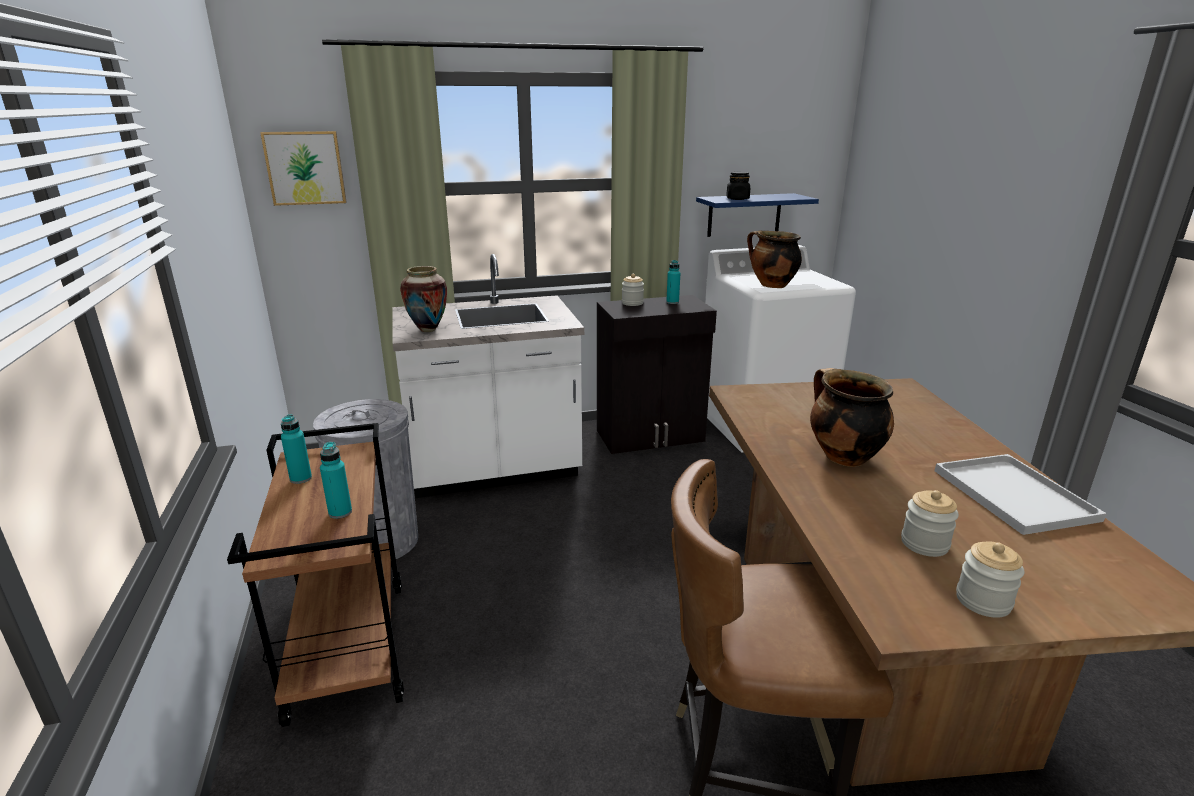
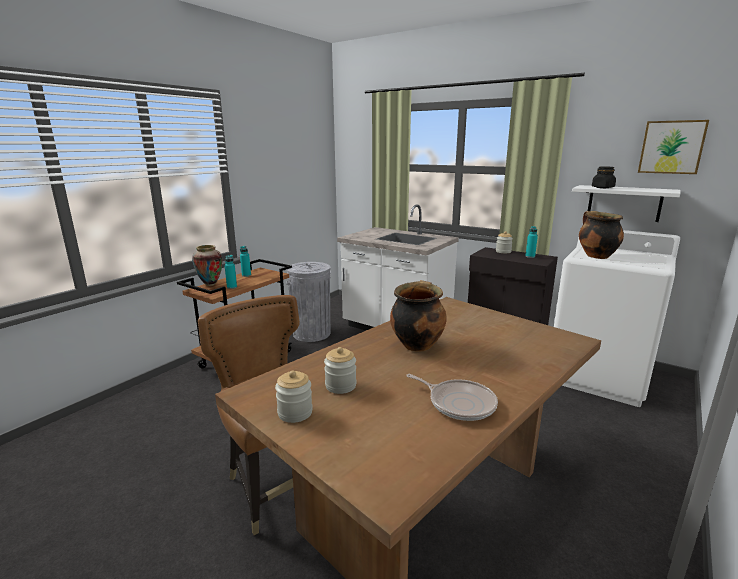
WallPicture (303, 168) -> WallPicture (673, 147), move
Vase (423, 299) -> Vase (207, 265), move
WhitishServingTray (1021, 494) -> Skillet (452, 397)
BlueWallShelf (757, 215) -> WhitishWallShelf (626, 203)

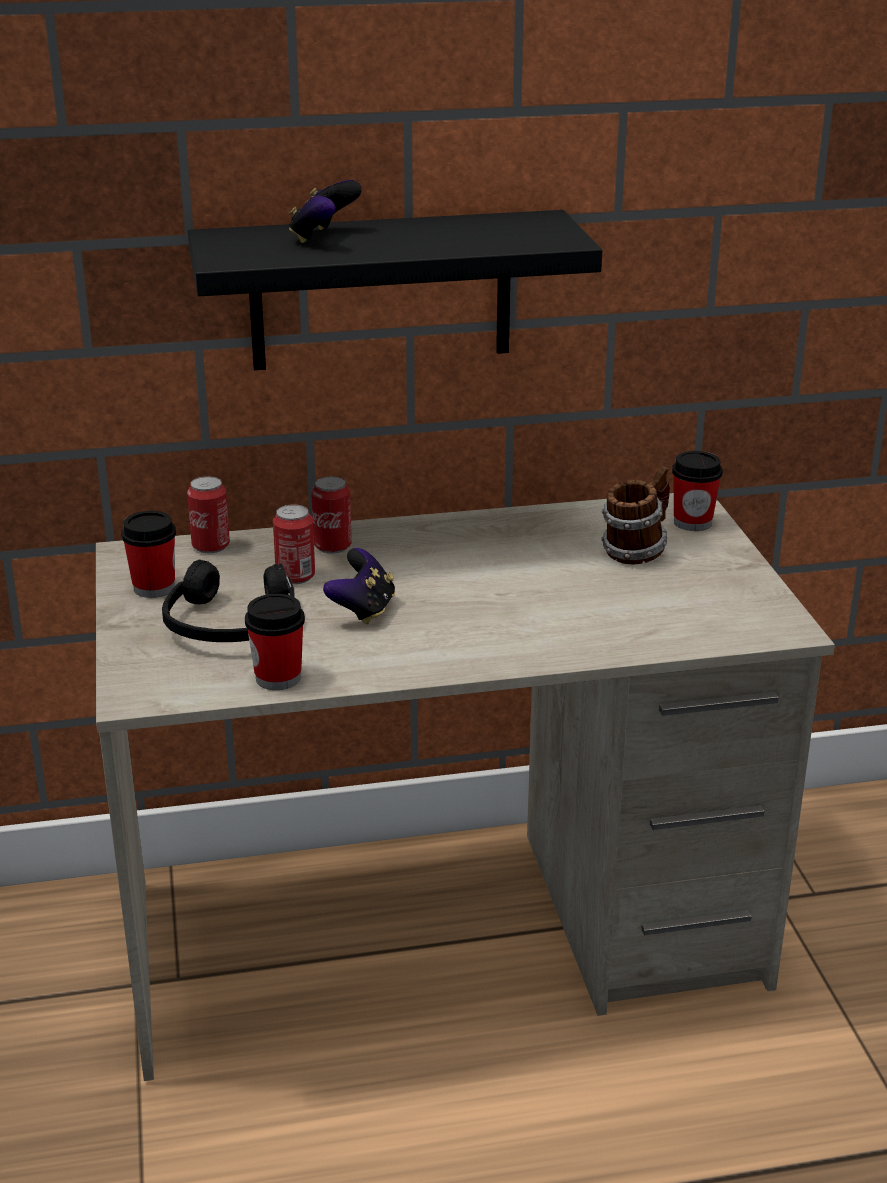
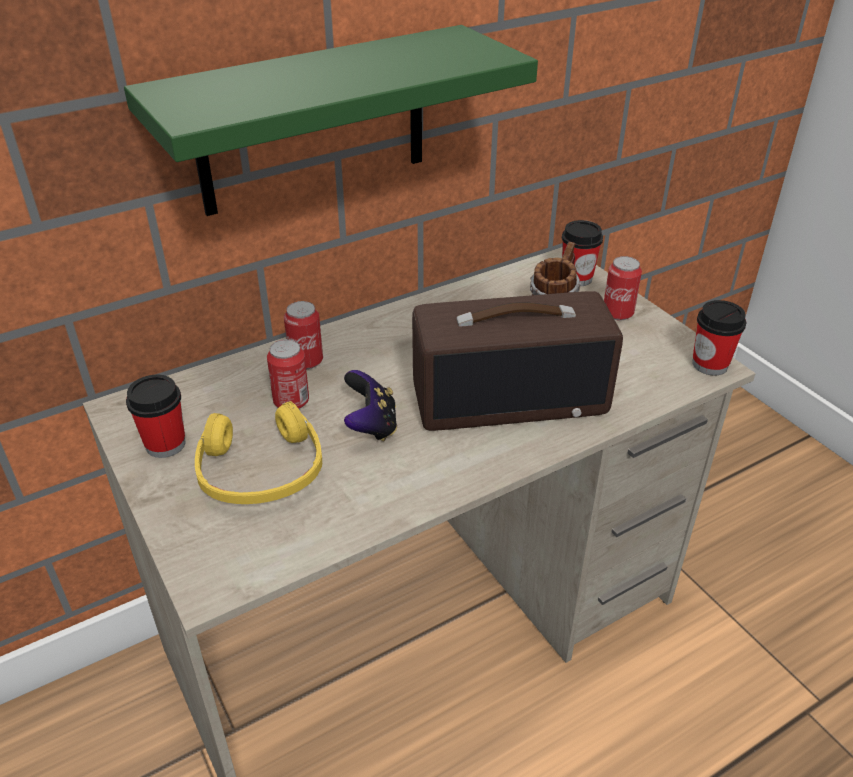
GameController (325, 211) -> none
none -> RadioSet (517, 361)
Can (208, 514) -> Can (623, 288), move
DrinkingCup (275, 642) -> DrinkingCup (719, 337), move
BlackHeadset (228, 600) -> YellowHeadset (258, 452)
BlackWallShelf (395, 290) -> GreenWallShelf (331, 120)

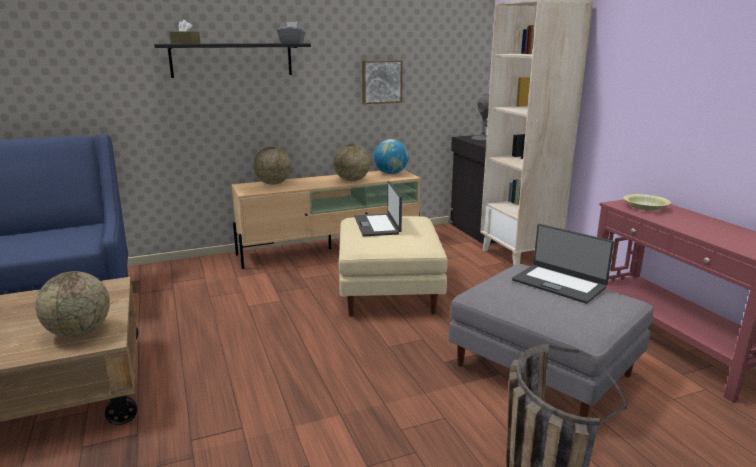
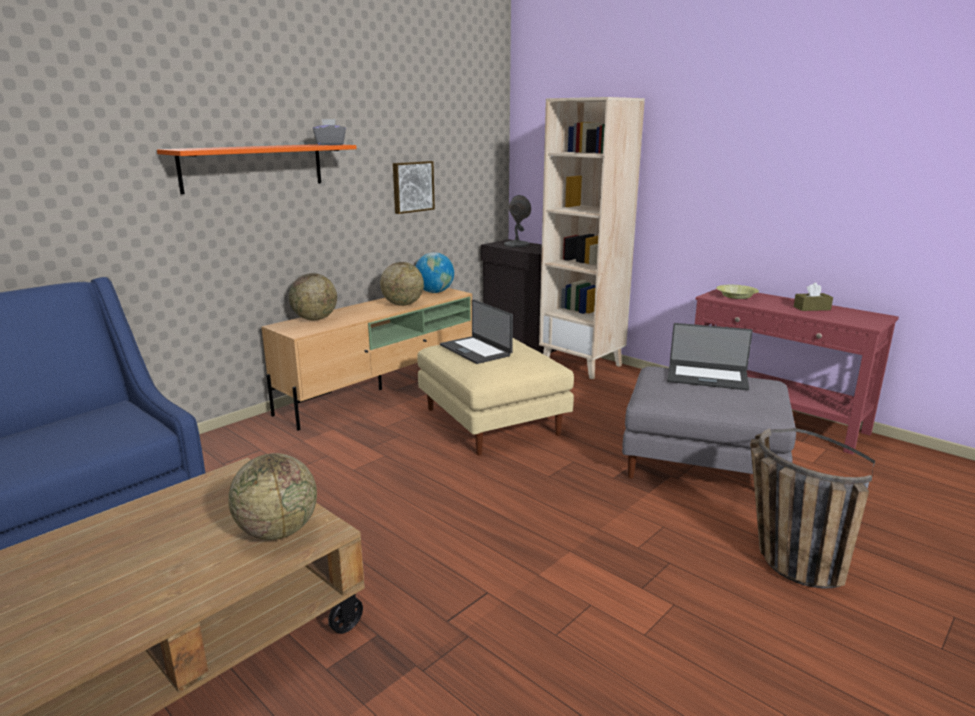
BrownTissueHolder (185, 32) -> BrownTissueHolder (813, 297), move
BlackWallShelf (232, 60) -> OrangeWallShelf (257, 169)

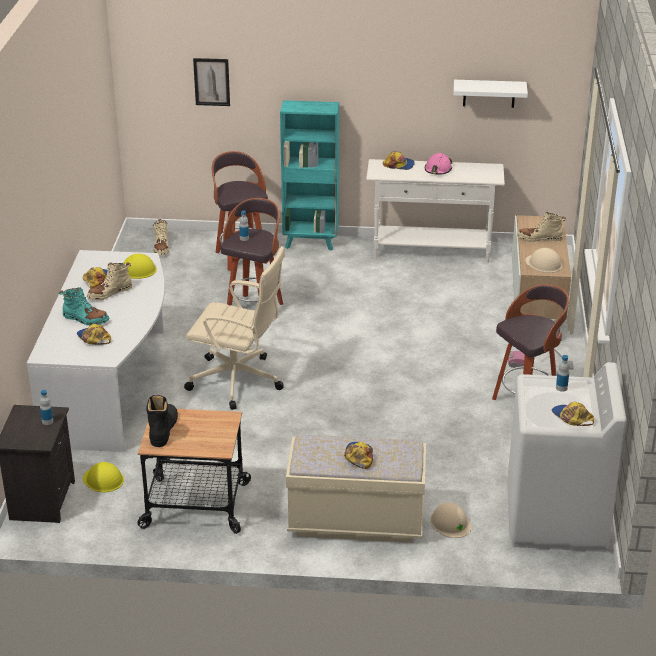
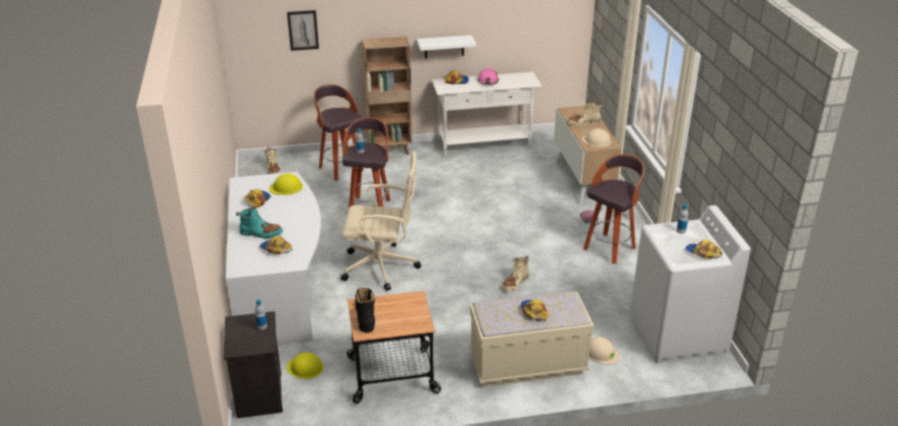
SandColouredBoot (109, 281) -> SandColouredBoot (515, 273), move
WhitishWallShelf (491, 94) -> WhitishWallShelf (446, 47), move
BlueGreenBookcase (309, 175) -> BrownBookcase (387, 95)

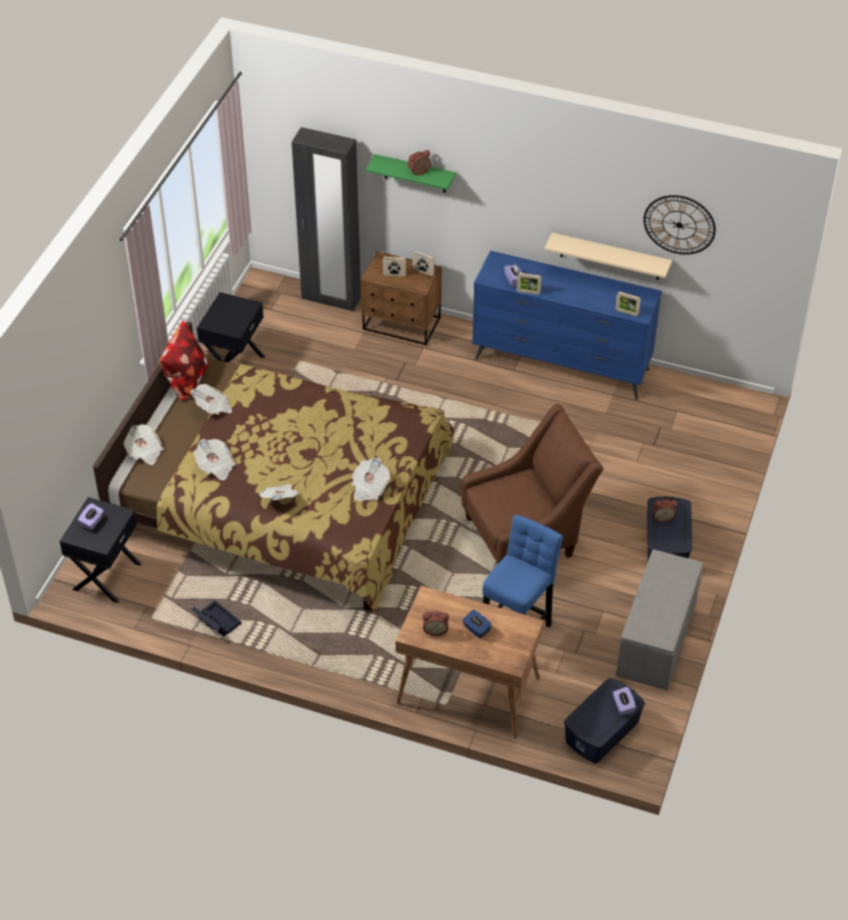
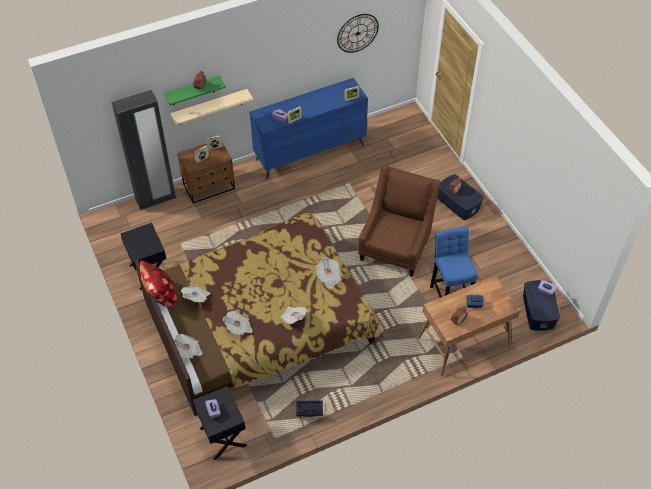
GrayIndoorBench (659, 620) -> none
SandColouredWallShelf (608, 256) -> SandColouredWallShelf (212, 107), move

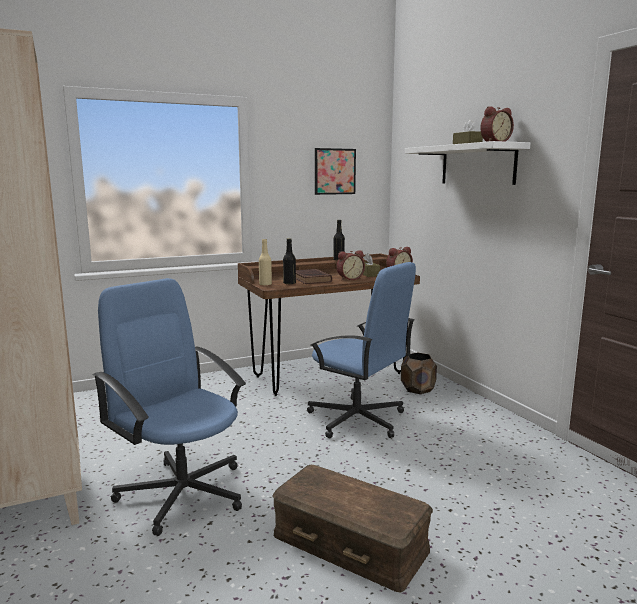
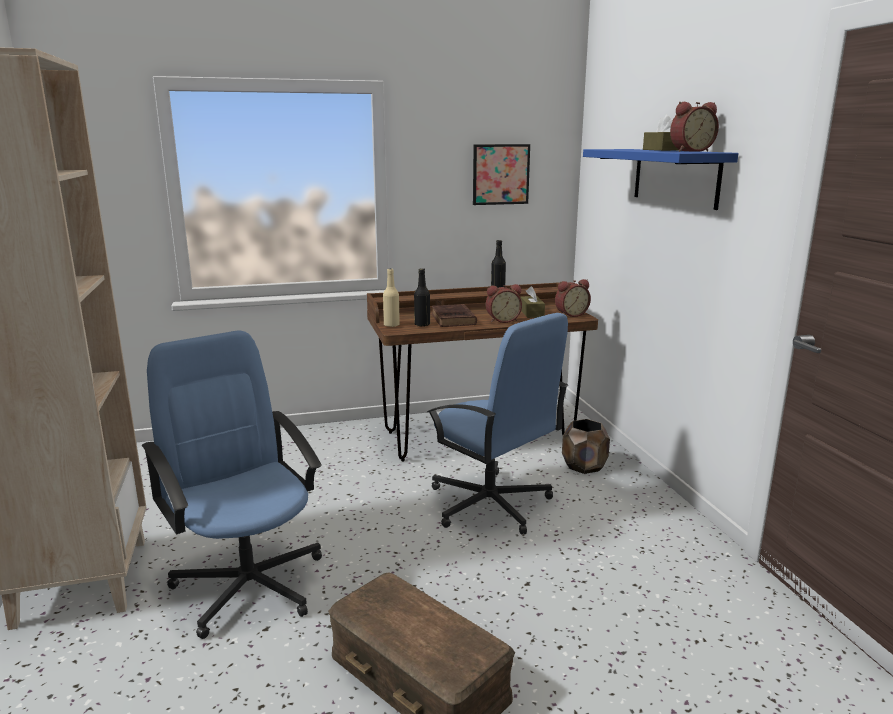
WhitishWallShelf (467, 163) -> BlueWallShelf (660, 179)

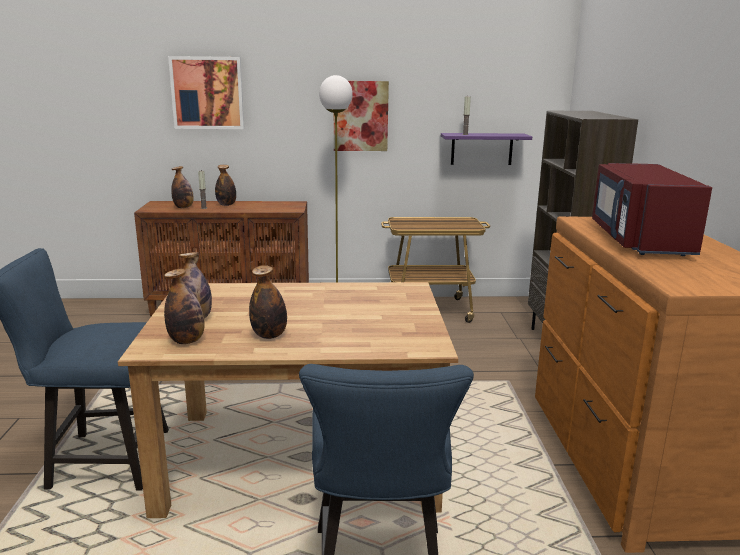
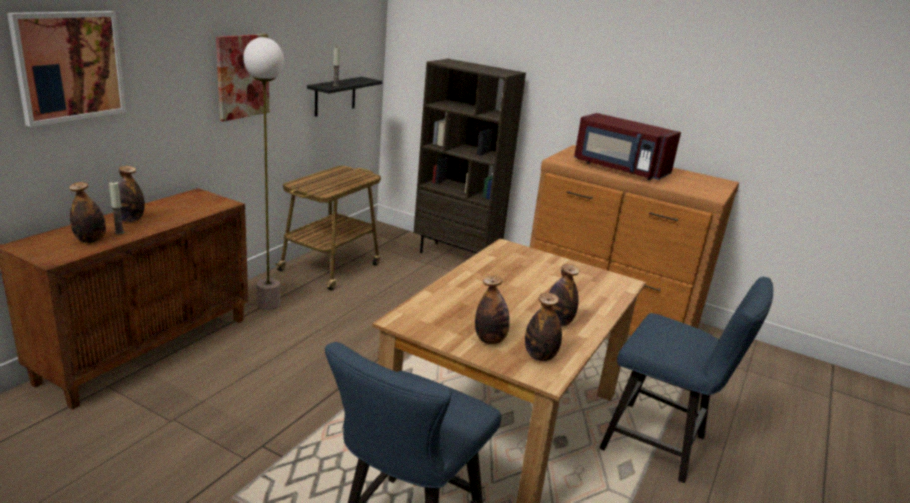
PurplishWallShelf (486, 149) -> BlackWallShelf (344, 97)

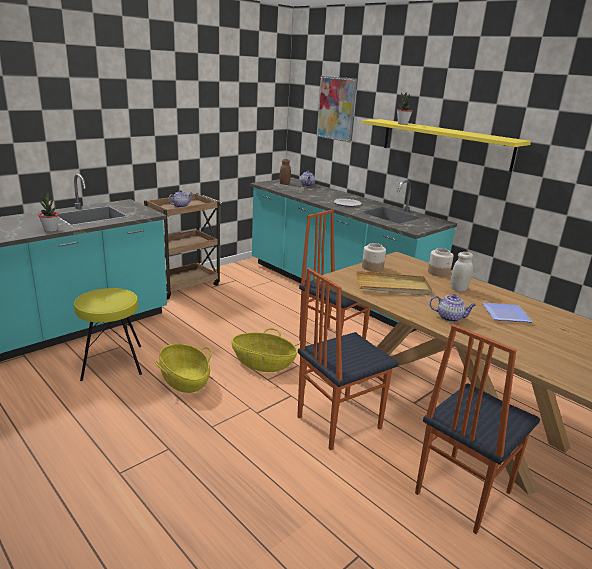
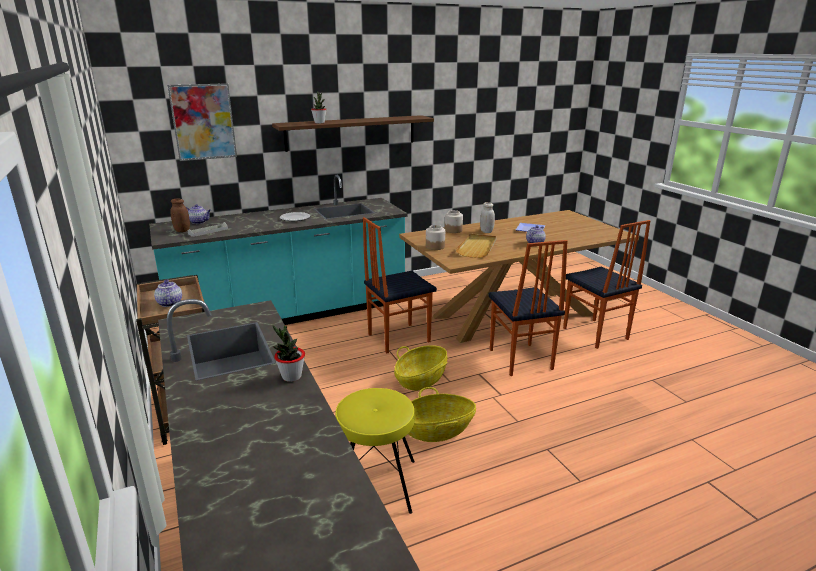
YellowWallShelf (446, 145) -> BrownWallShelf (353, 133)

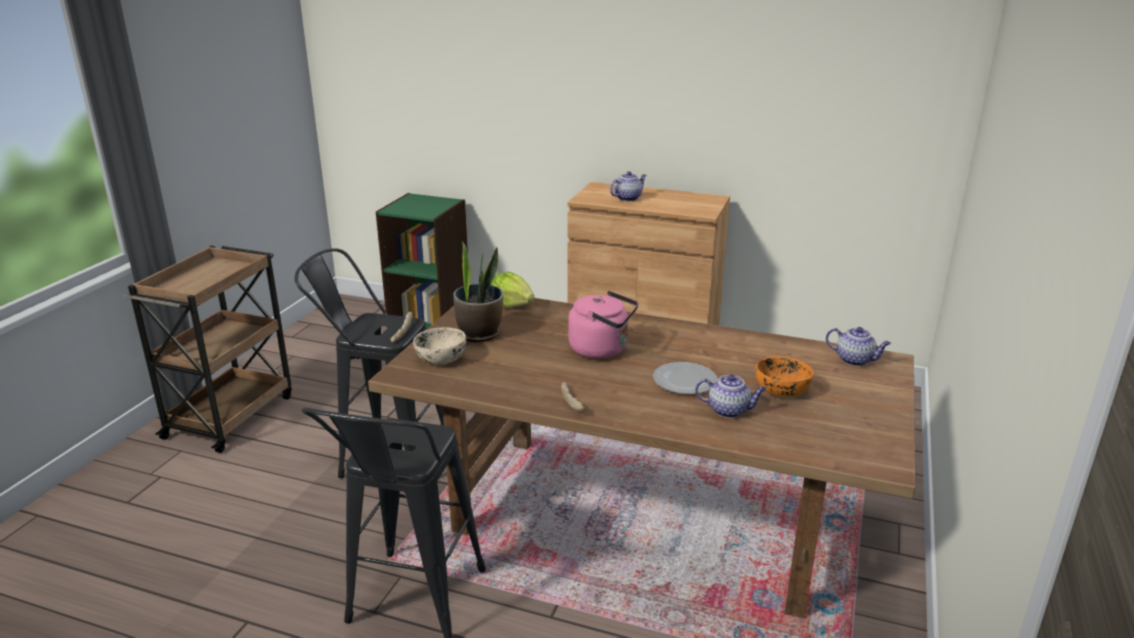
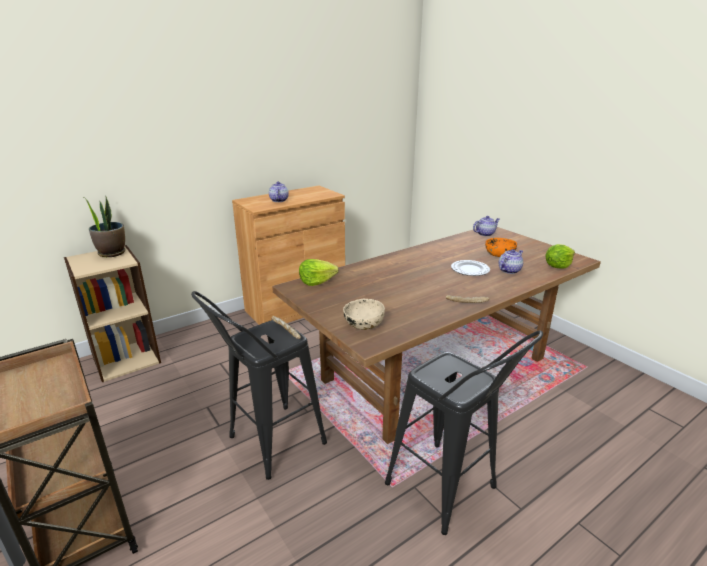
PinkishWaterKettle (603, 325) -> none
none -> Lettuce (560, 256)
PlantInAPot (478, 291) -> PlantInAPot (105, 226), move
GreenBookcase (422, 261) -> SandColouredBookcase (112, 313)

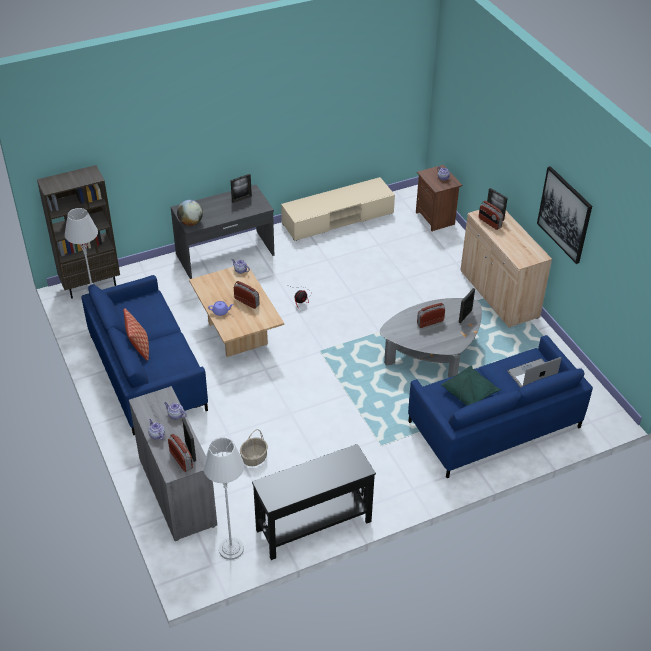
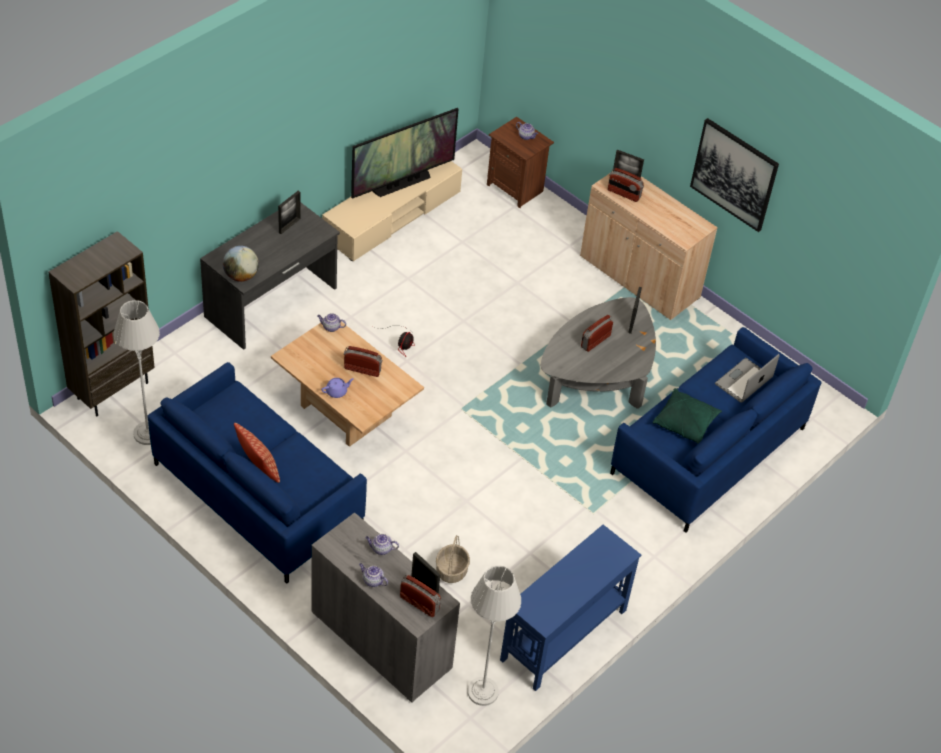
none -> TvSet (404, 153)
BlackNarrowTable (314, 502) -> BlueNarrowTable (570, 608)

